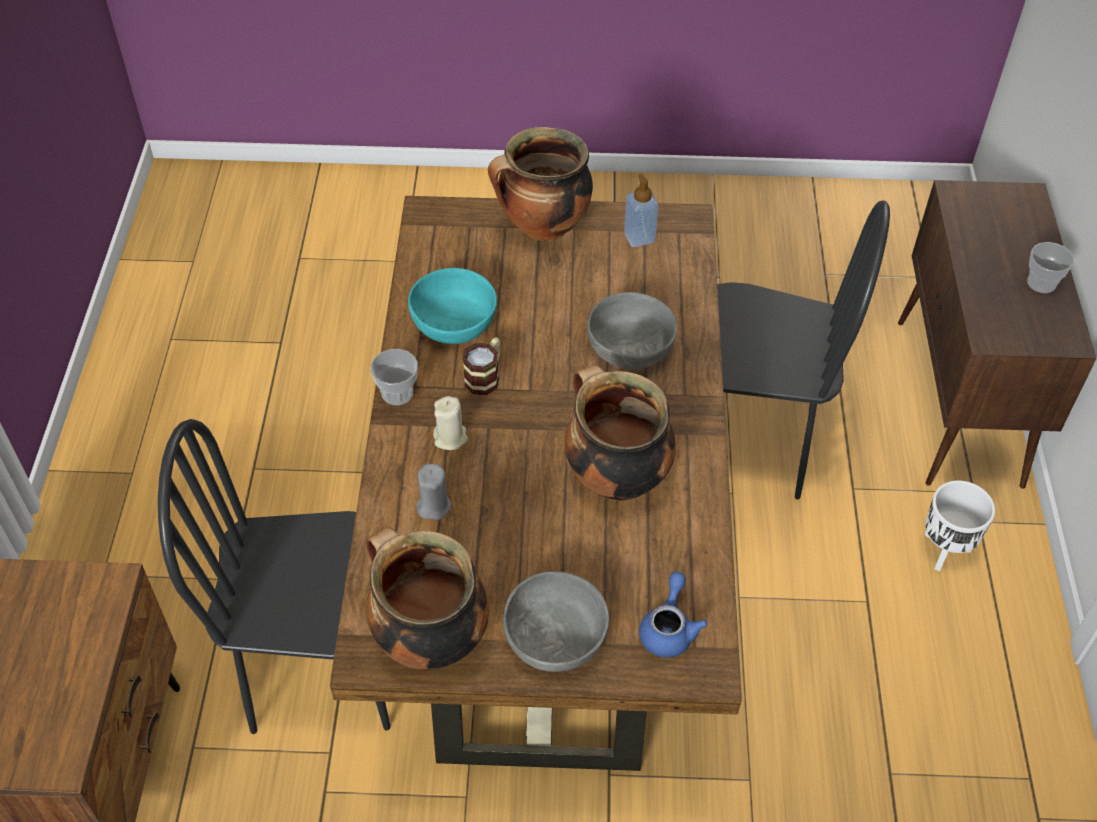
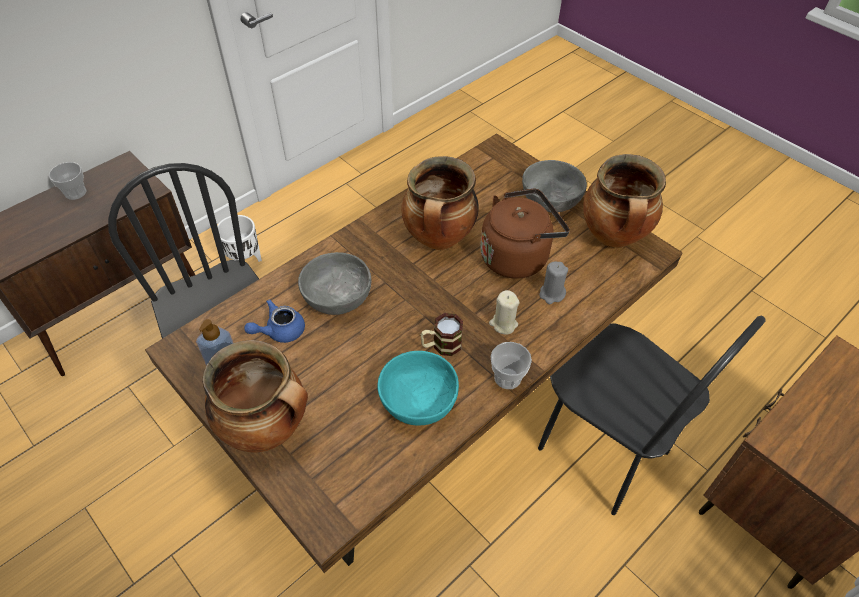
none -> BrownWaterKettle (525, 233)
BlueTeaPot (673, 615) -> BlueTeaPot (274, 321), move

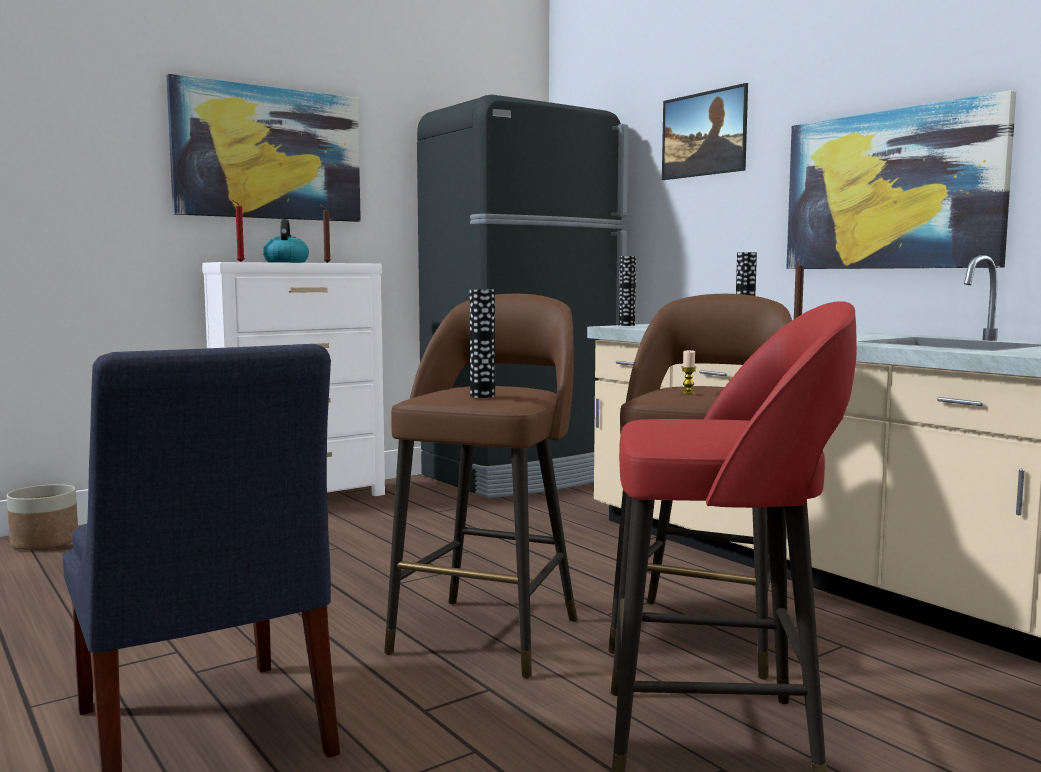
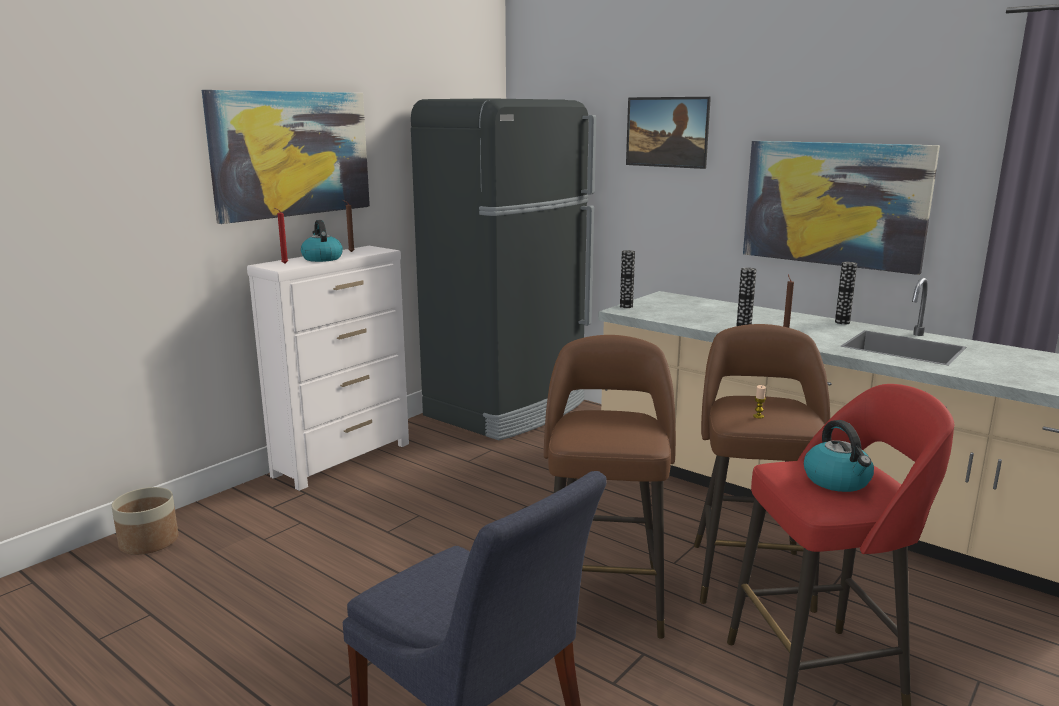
none -> WaterKettle (839, 456)
Vase (482, 343) -> Vase (846, 293), move

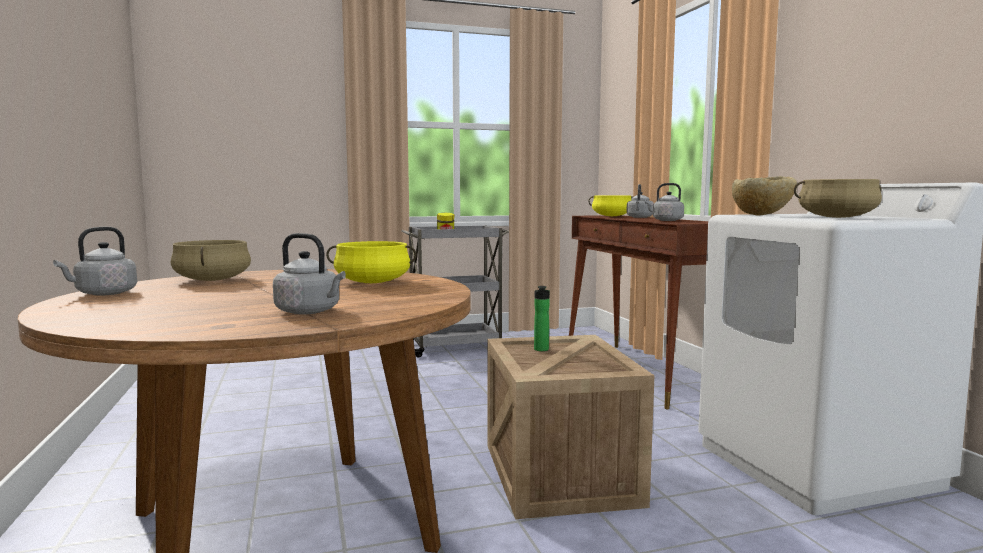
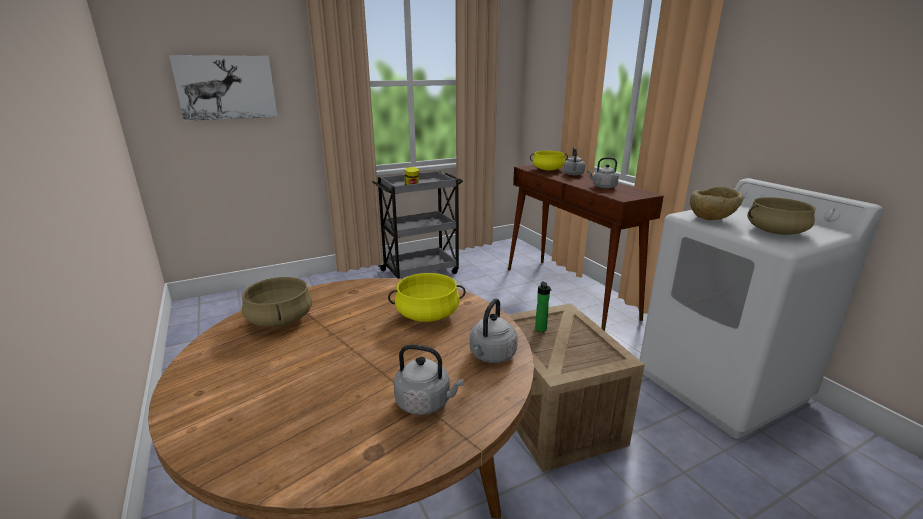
none -> WallPicture (223, 88)
GrayWaterKettle (95, 261) -> GrayWaterKettle (494, 330), move

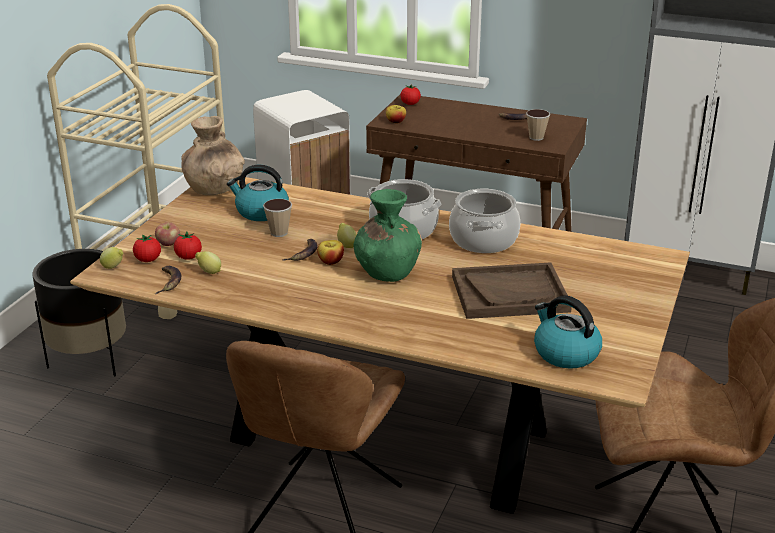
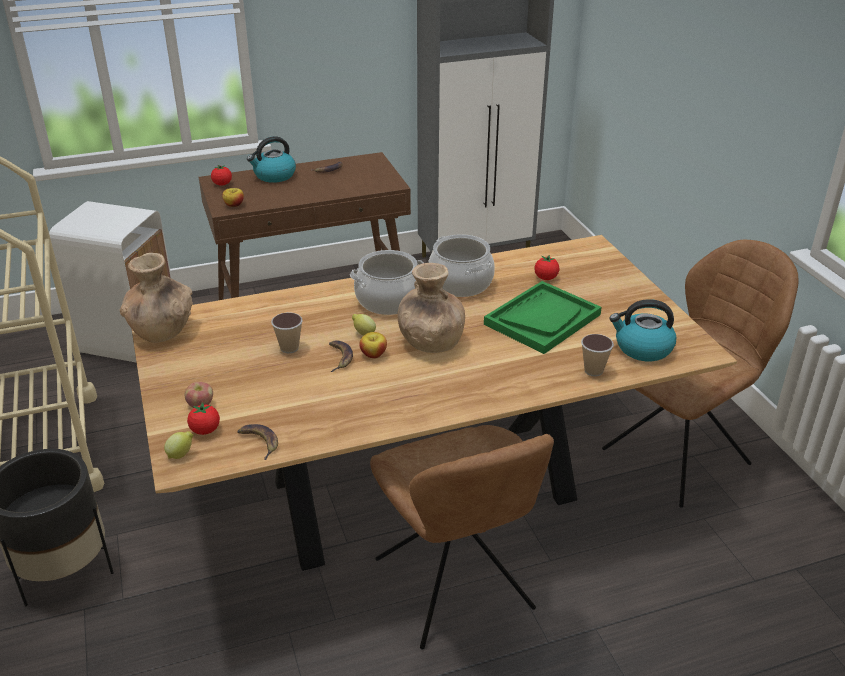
Lemon (208, 262) -> none
Tomato (188, 246) -> Tomato (546, 267), move
WaterKettle (258, 193) -> WaterKettle (271, 159), move
DrinkingCup (538, 125) -> DrinkingCup (597, 355), move
GreenVase (387, 235) -> BrownVase (431, 308)
BrownServingTray (512, 290) -> GreenServingTray (543, 317)

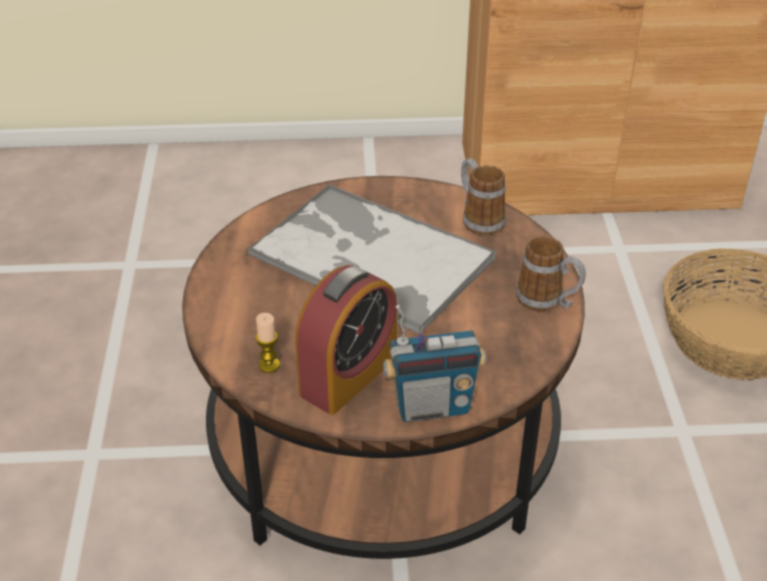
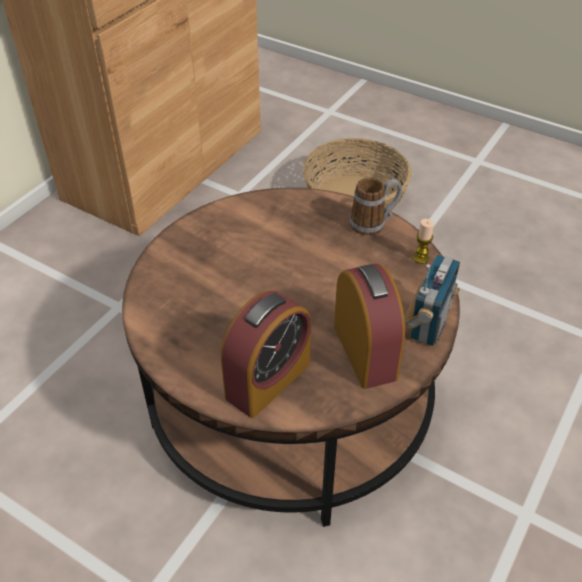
ServingTray (371, 259) -> none
CoffeeMug (483, 197) -> none
none -> TableClock (266, 354)
WaxLight (268, 343) -> WaxLight (423, 241), move

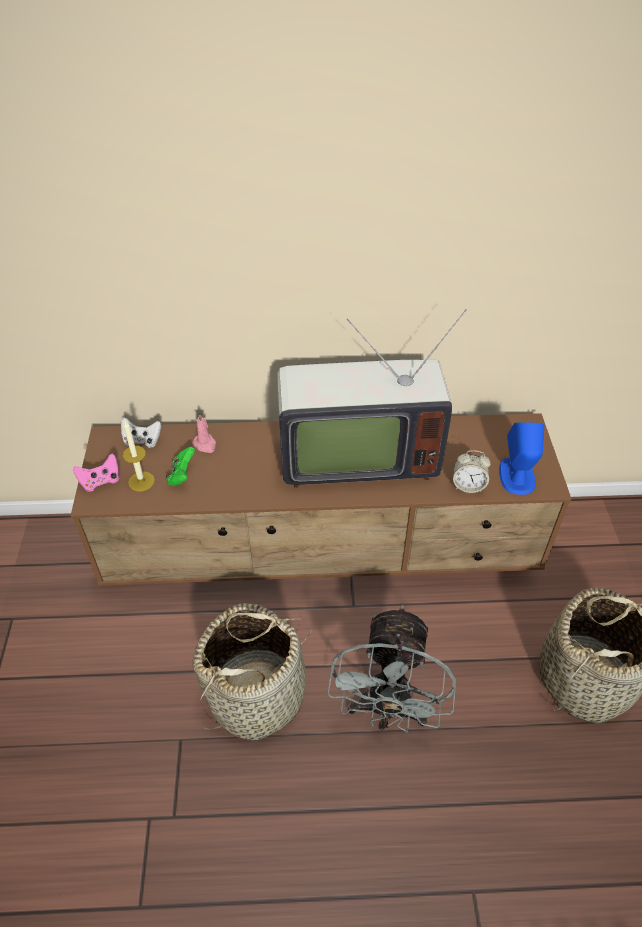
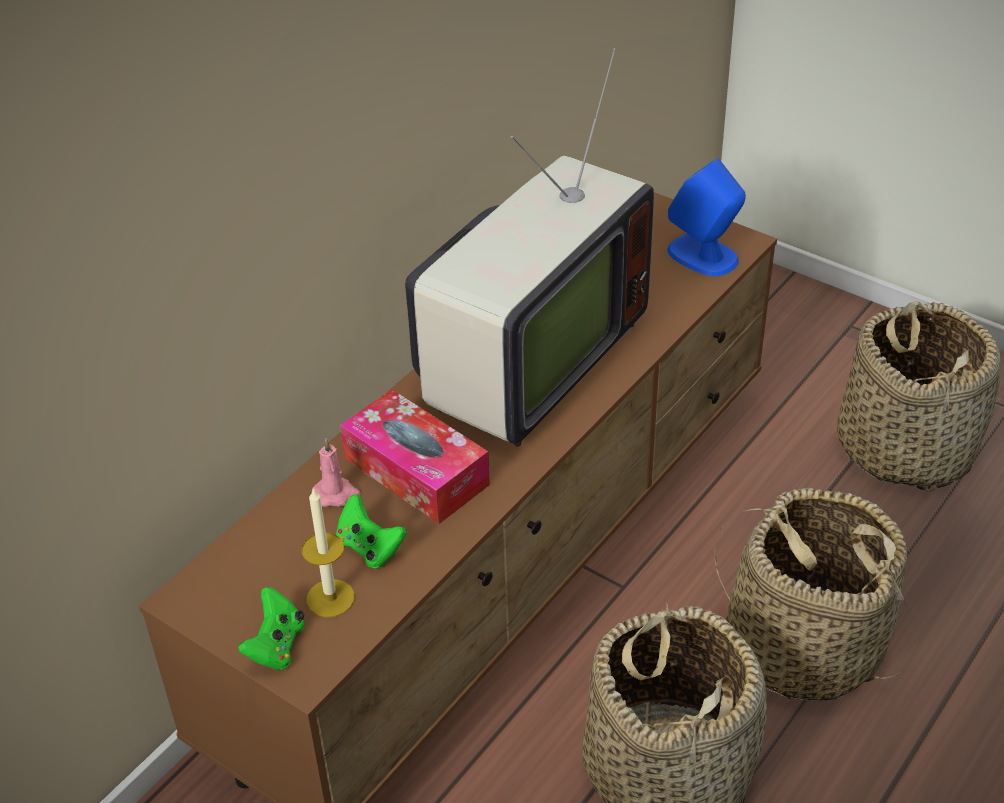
WhitishGameController (141, 432) -> none
TableClock (472, 471) -> none
none -> TissueHolder (415, 456)
GrayCoolingFan (391, 669) -> Basket (812, 594)
PinkishGameController (96, 472) -> GreenGameController (271, 628)

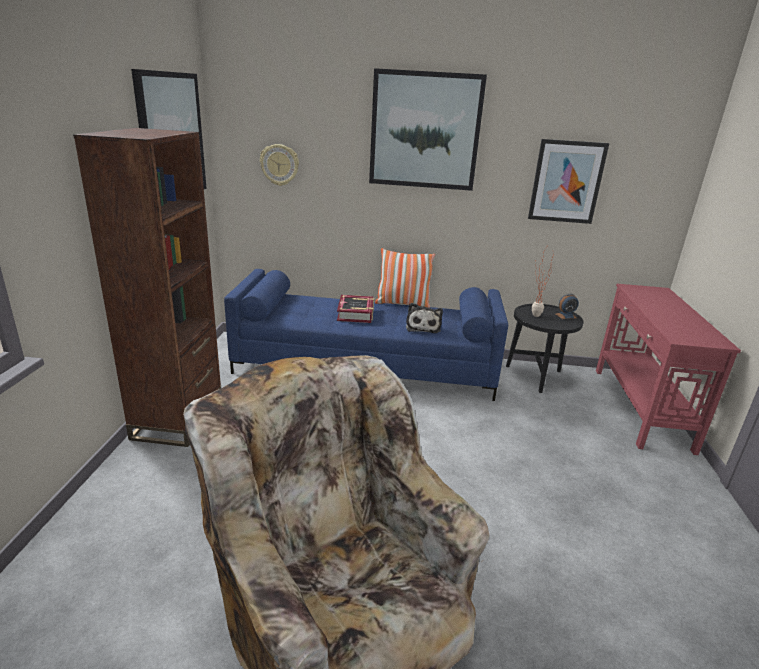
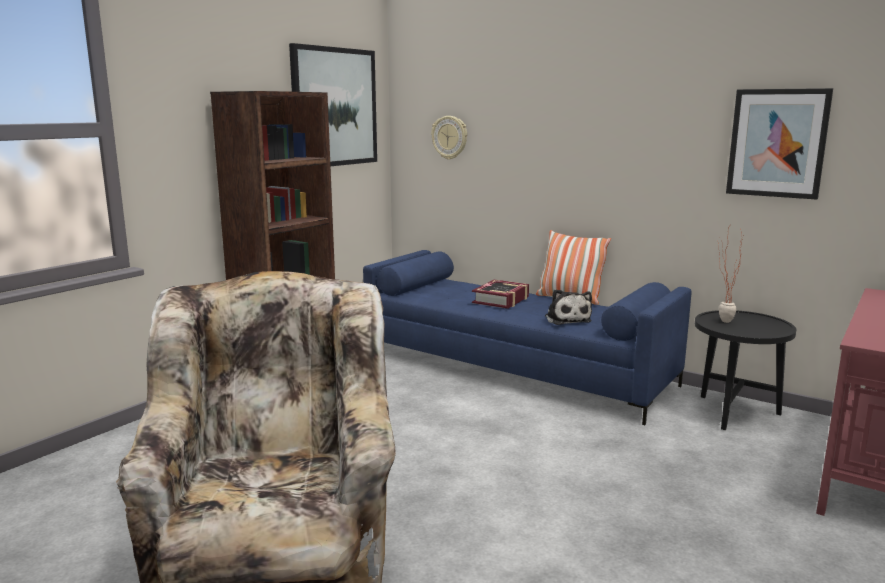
WallPicture (428, 129) -> none
TableClock (567, 306) -> none
SoftToy (424, 318) -> SoftToy (568, 307), 45 degrees counterclockwise

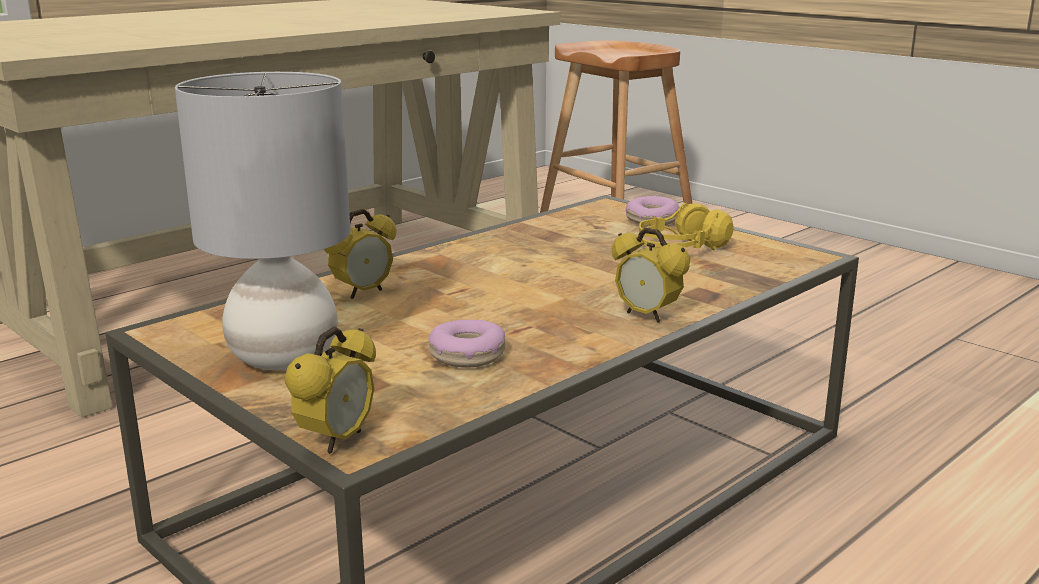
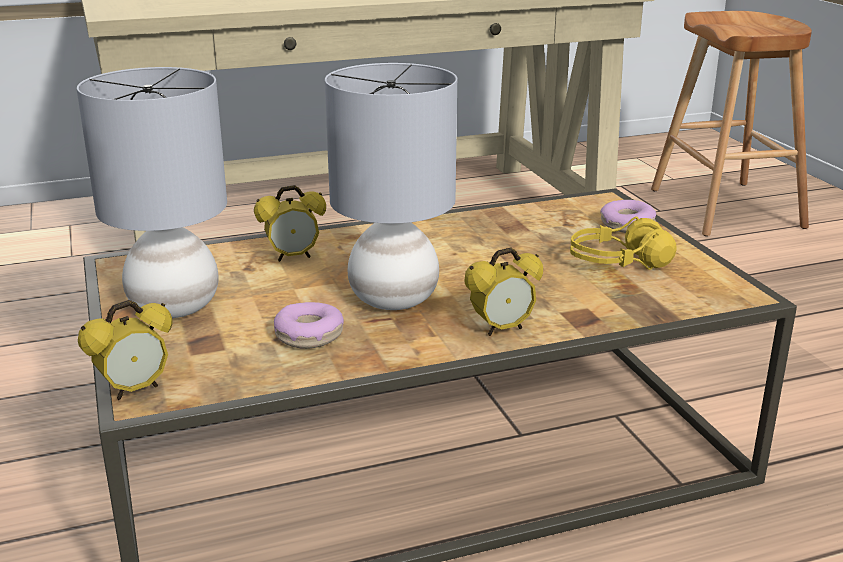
none -> GrayLampForATable (391, 186)
TableClock (650, 275) -> TableClock (504, 291), 90 degrees counterclockwise

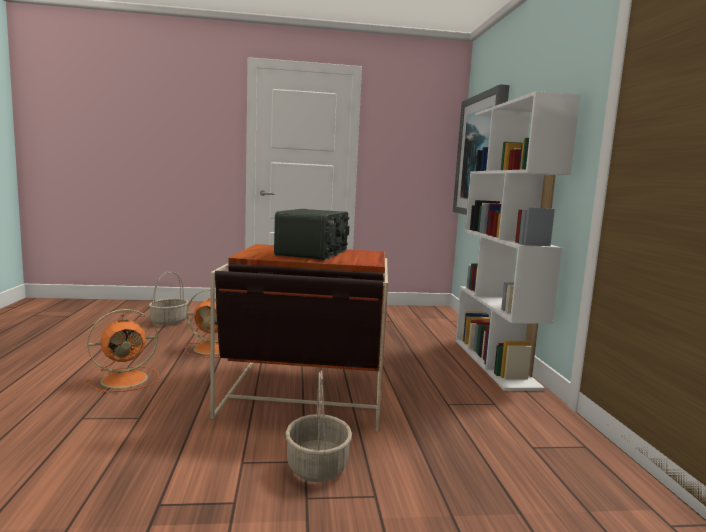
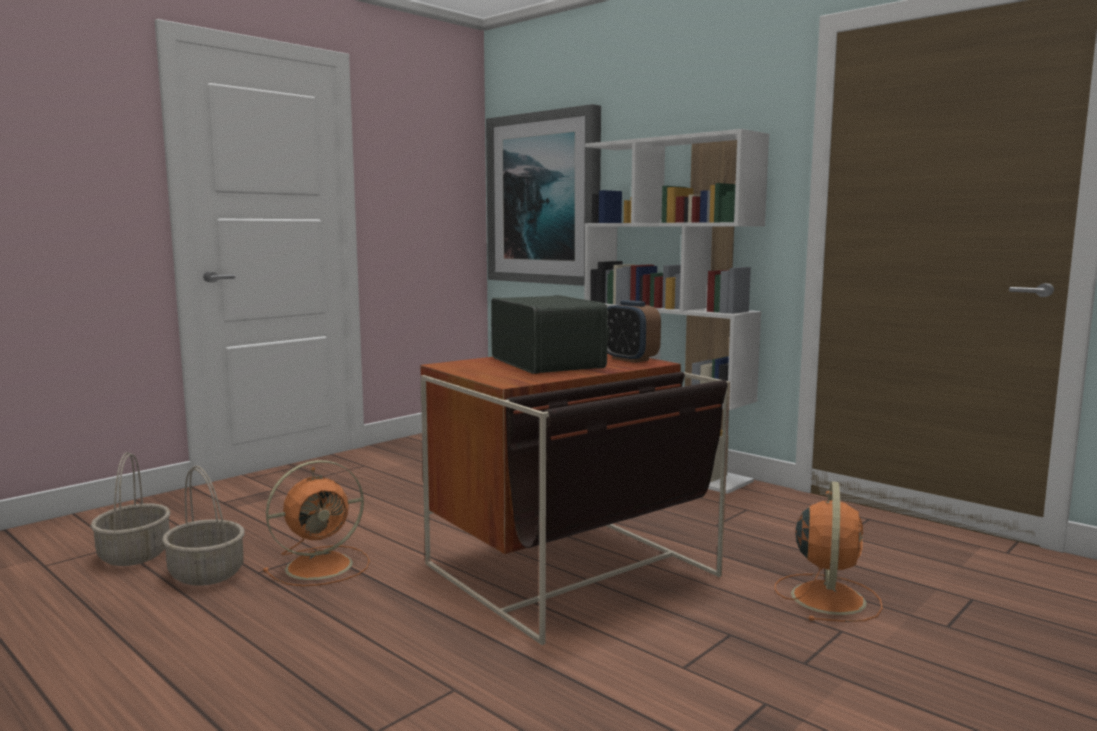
none -> TableClock (634, 331)
OrangeCoolingFan (122, 350) -> OrangeCoolingFan (829, 551), move
Basket (318, 426) -> Basket (203, 526), move

